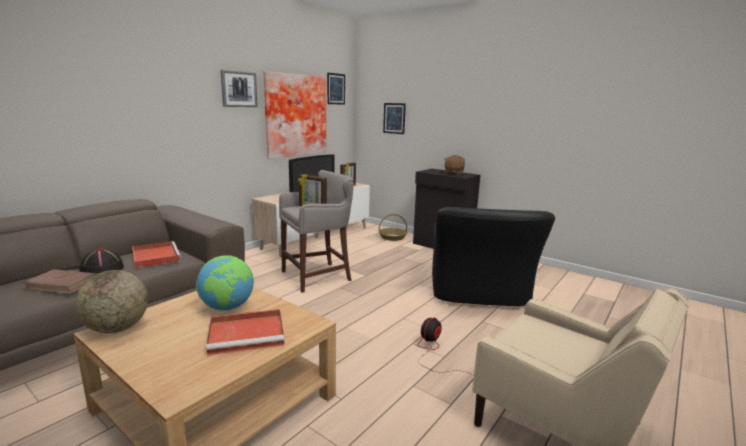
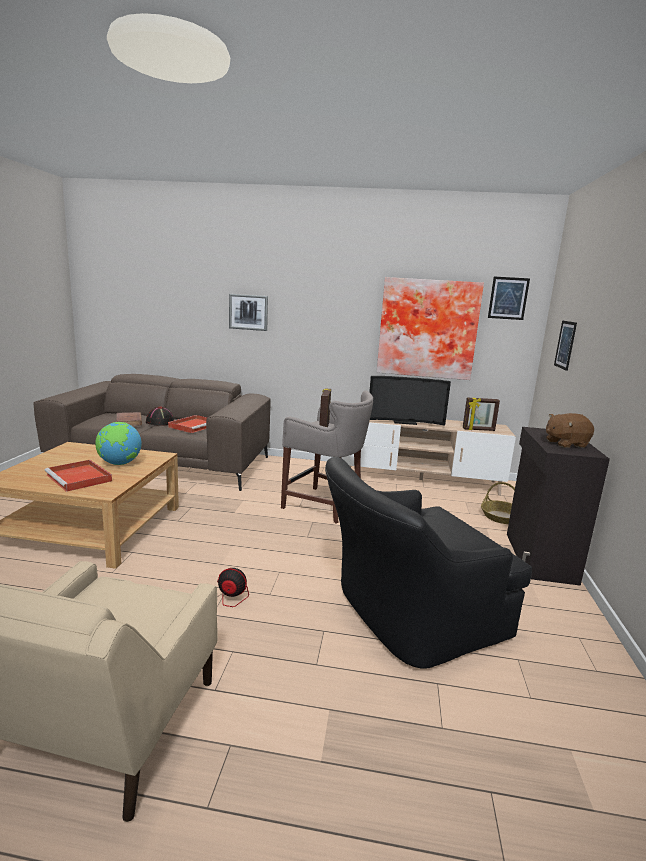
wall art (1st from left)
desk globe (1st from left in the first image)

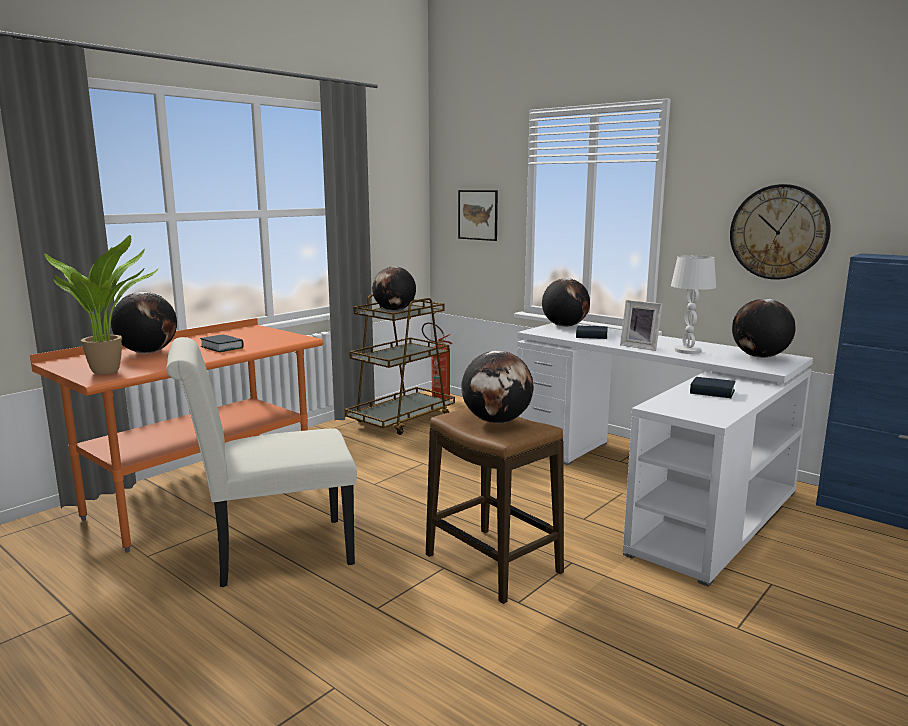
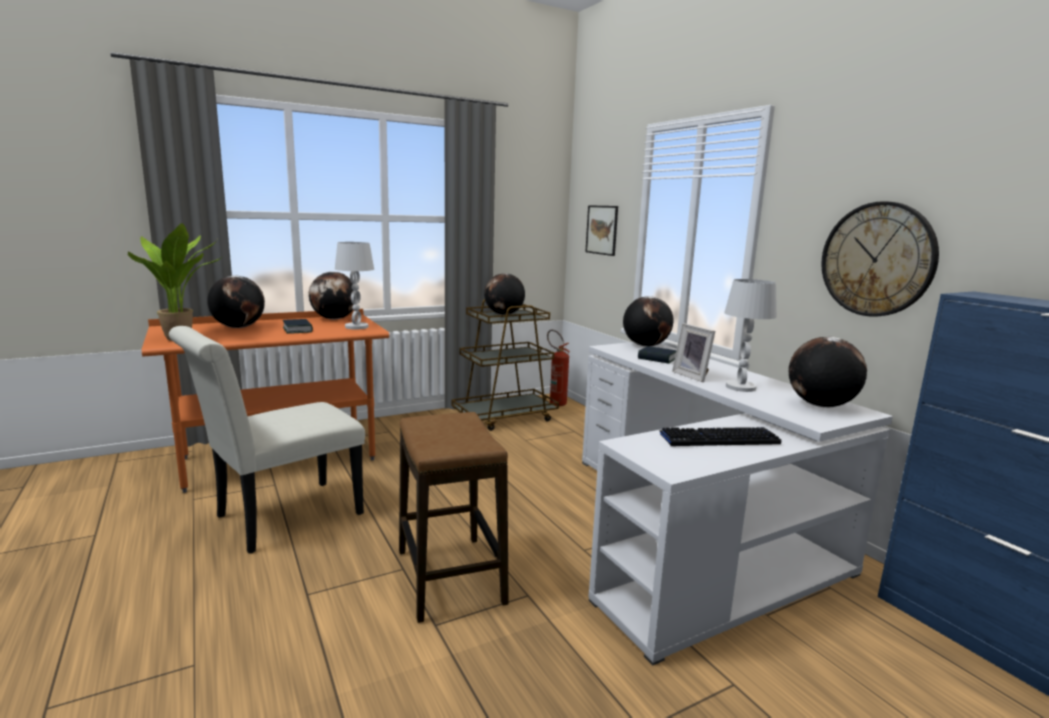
upright chair (white)
desk globe (2nd from left)
tabletop lamp (white) (1st from left)
PC keyboard

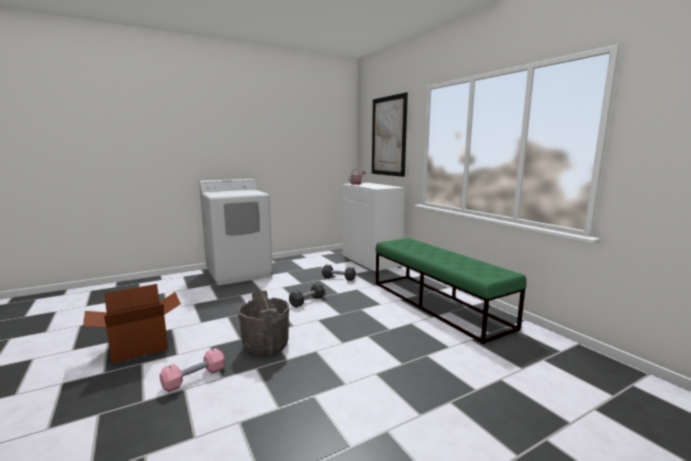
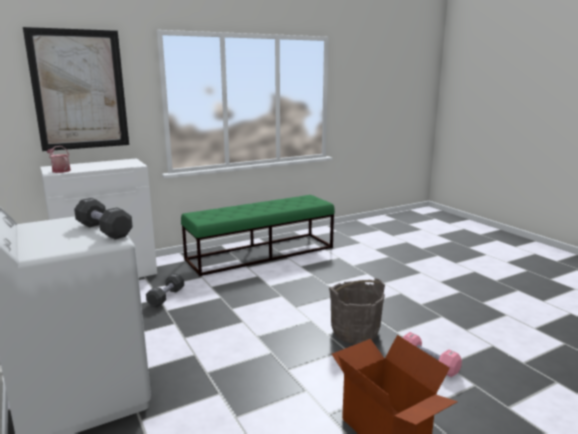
hand weight (blackish) (1st from left)

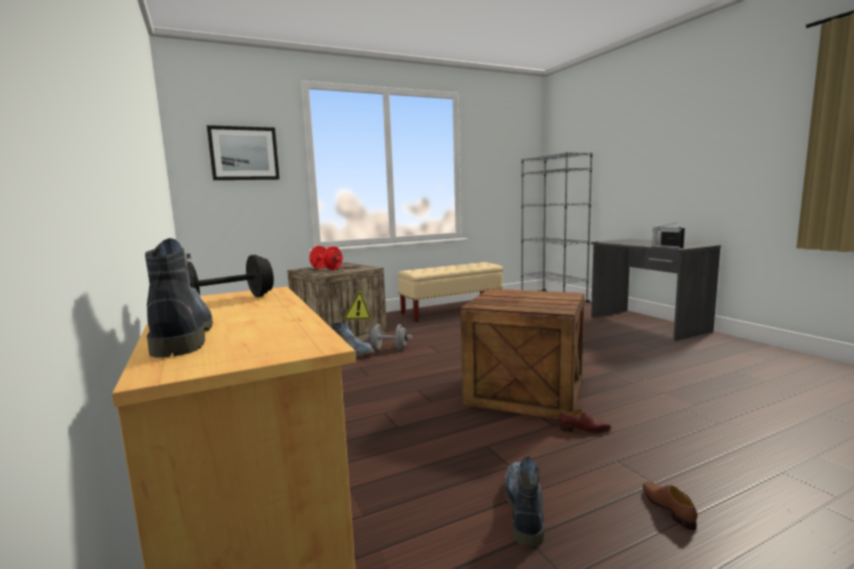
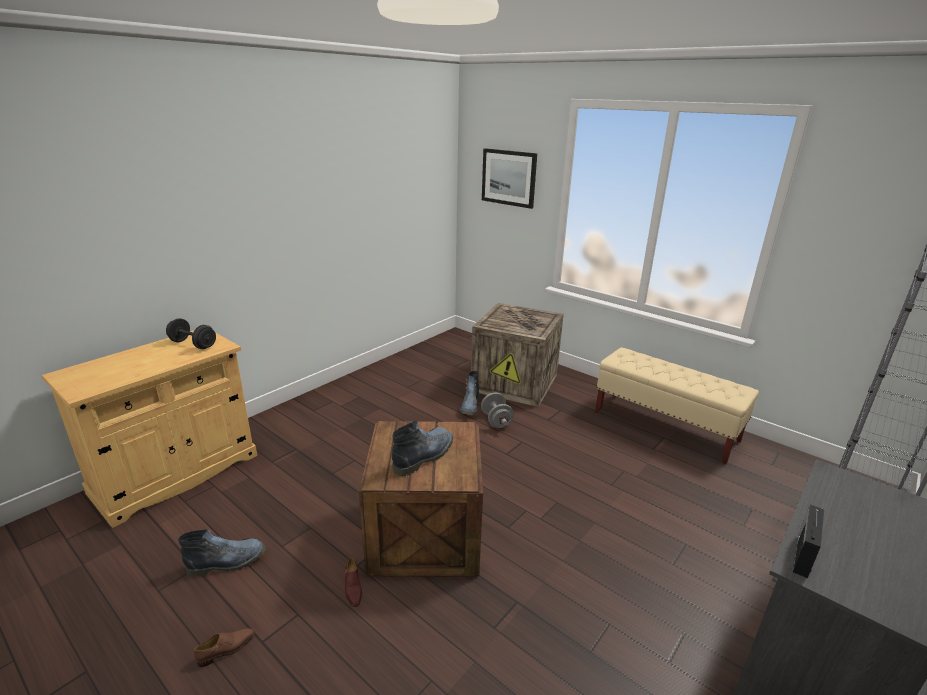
high-top boot (2nd from left)
hand weight (red)

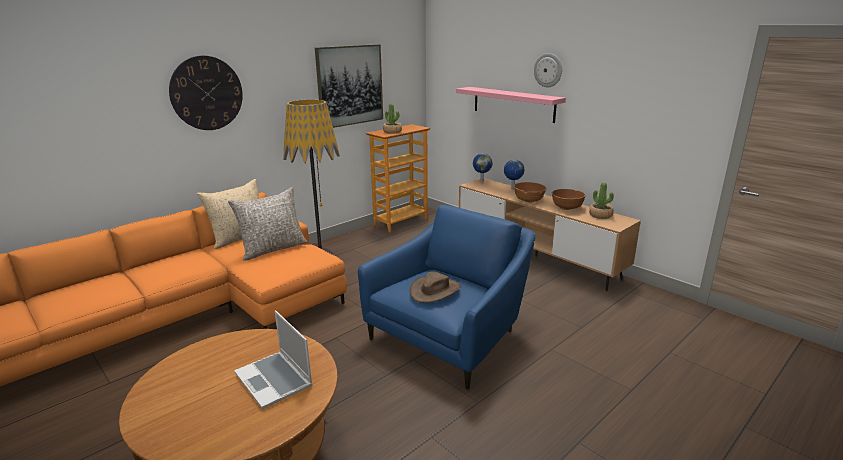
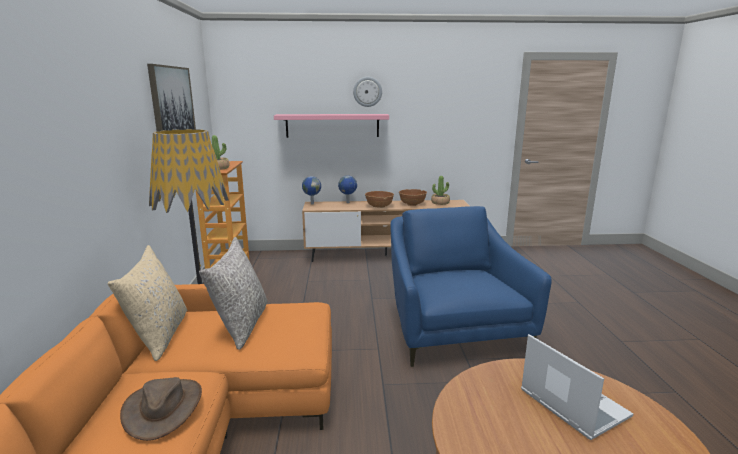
hat (brownish)
laptop
hanging clock (1st from left in the first image)

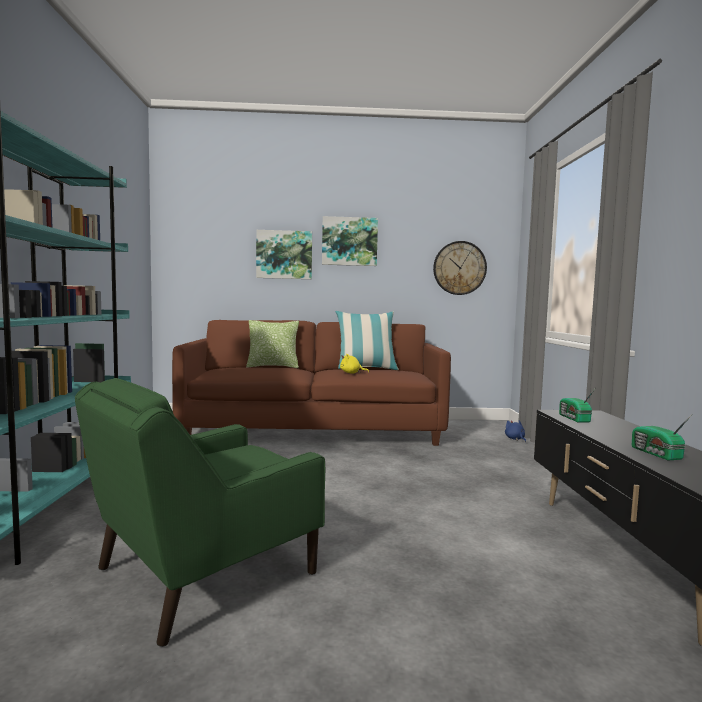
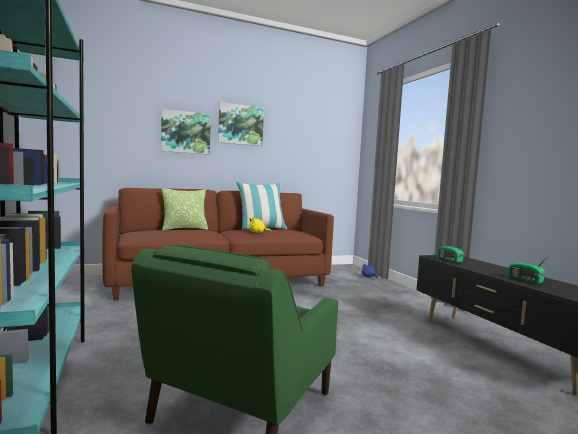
hanging clock

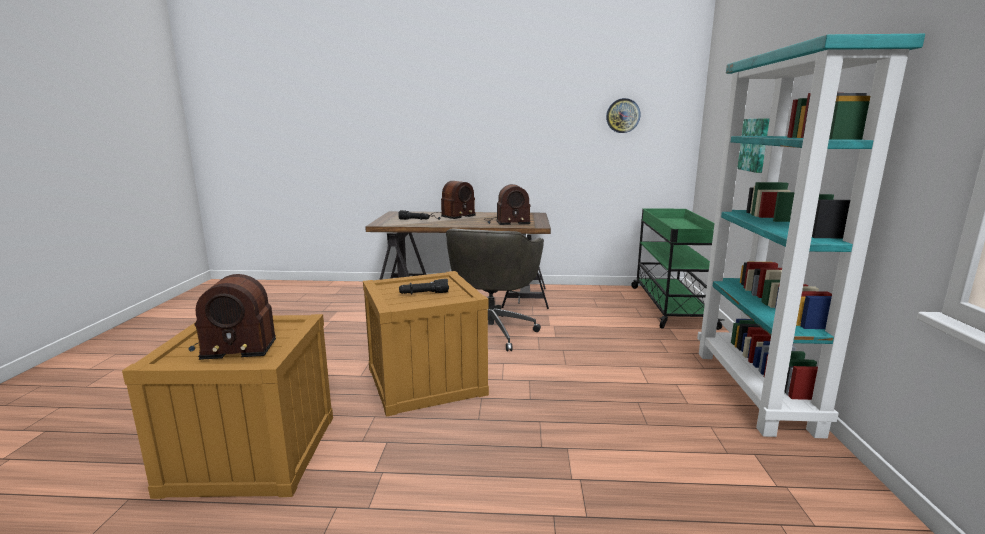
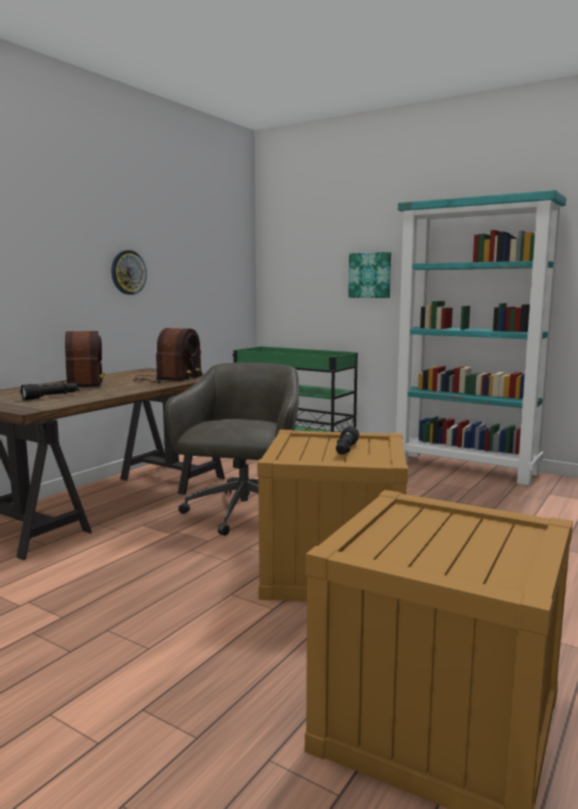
hanging clock
computer chair (grey)
radio receiver (1st from left in the first image)

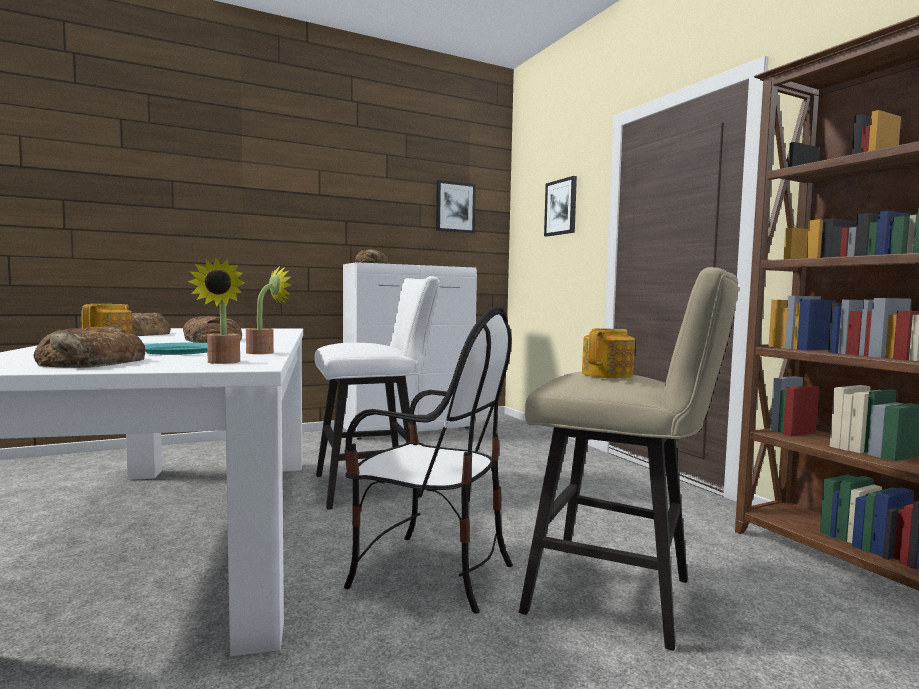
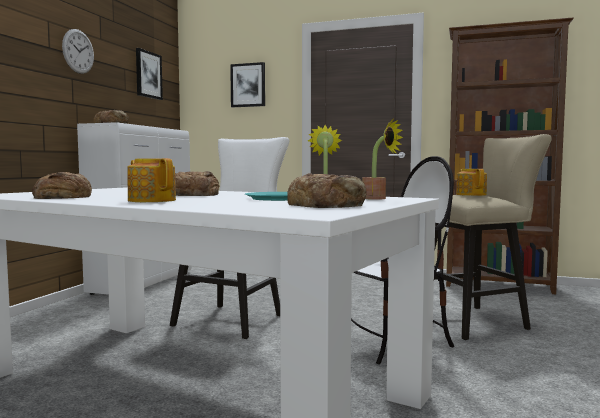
hanging clock

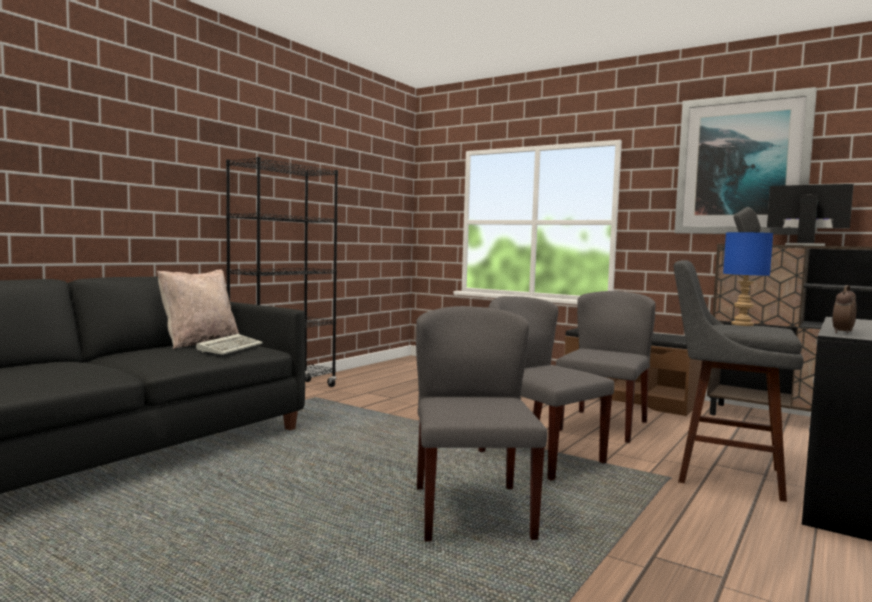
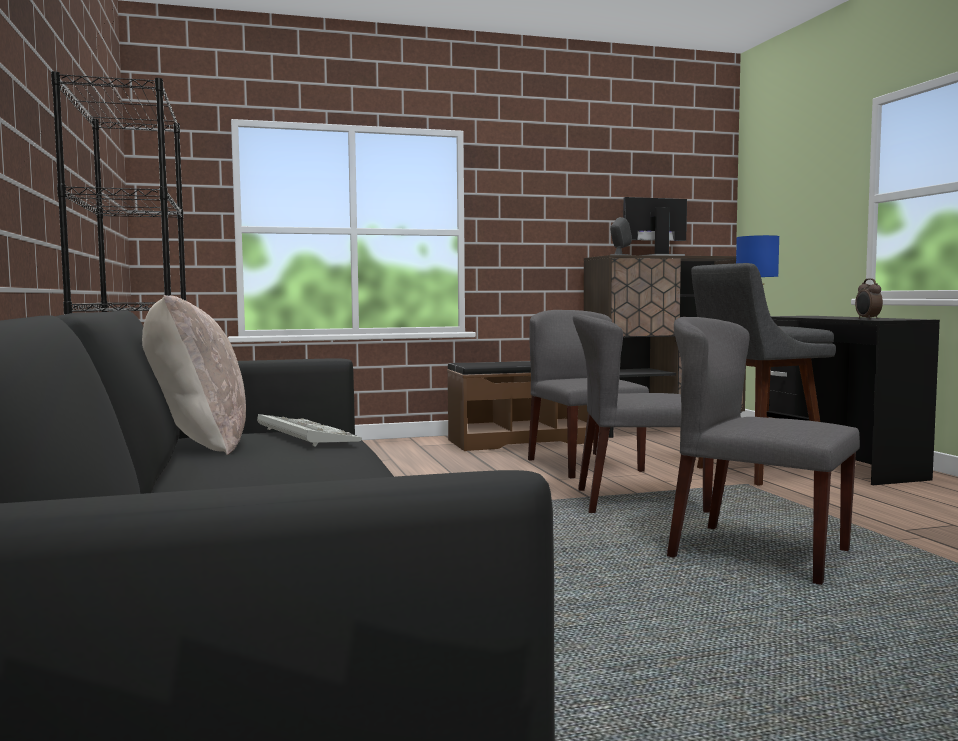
wall art

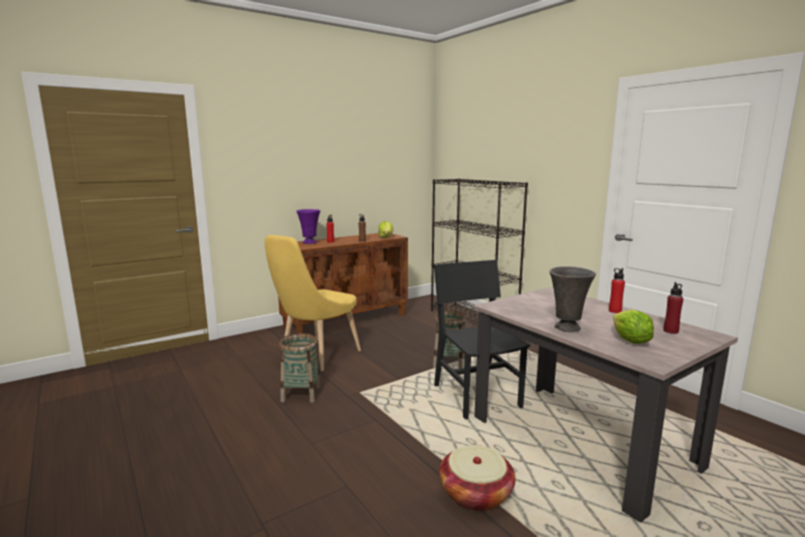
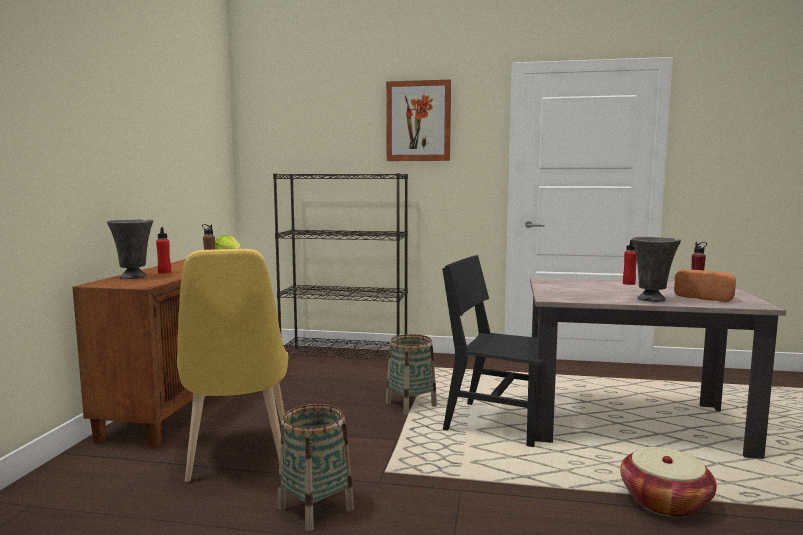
vase (grey) (1st from left)
wall art
baked bread

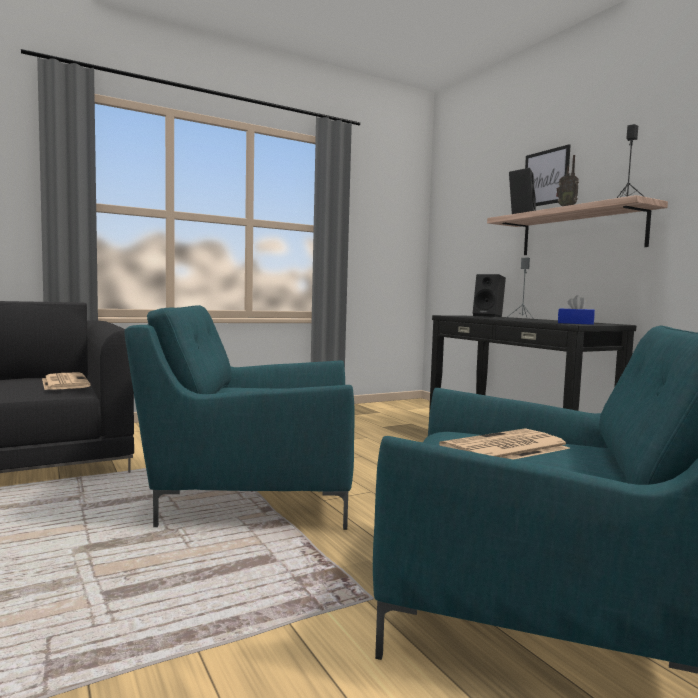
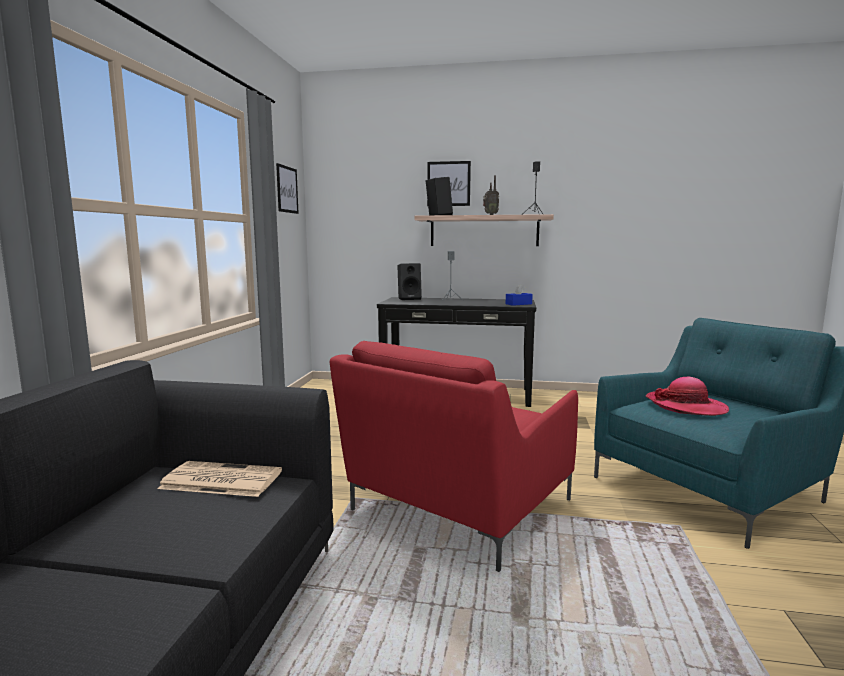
wall art (1st from left)
armchair (red)
hat

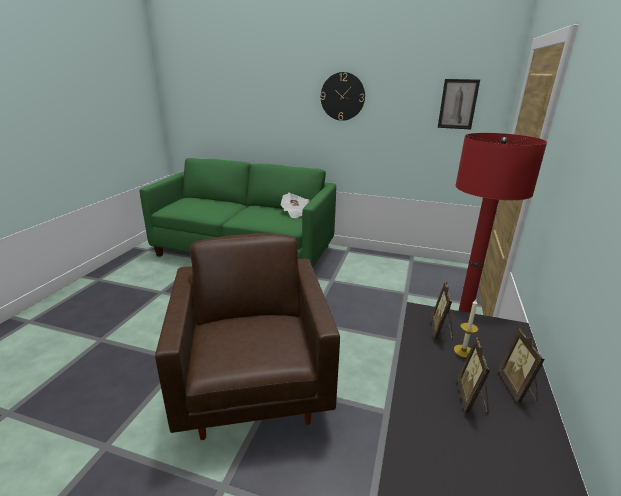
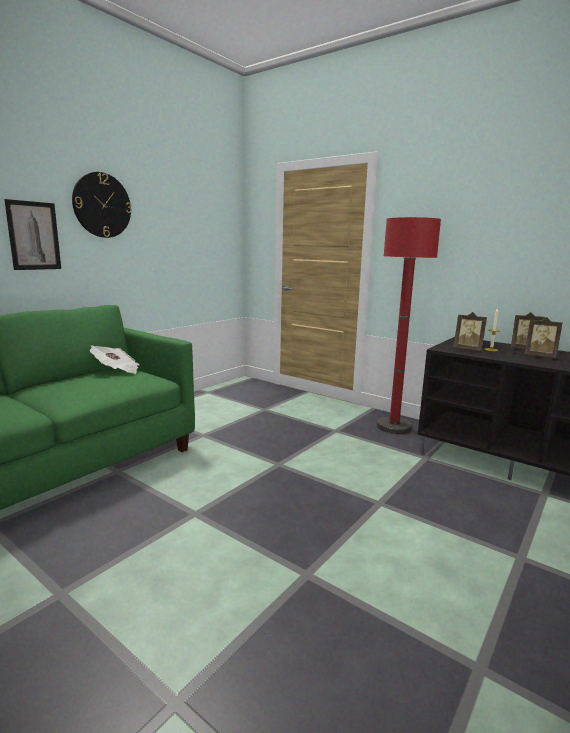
wall art
armchair (brownish)

